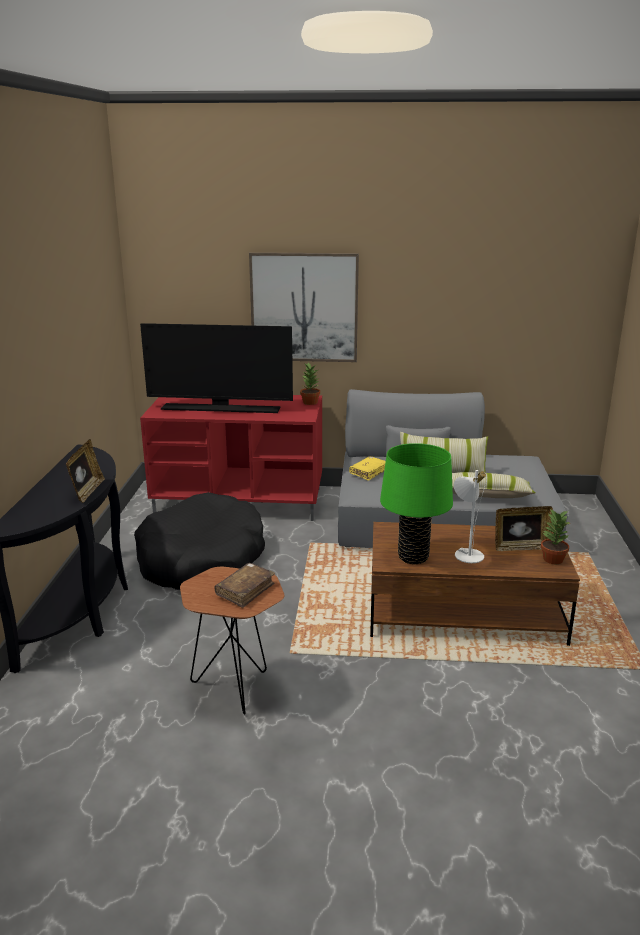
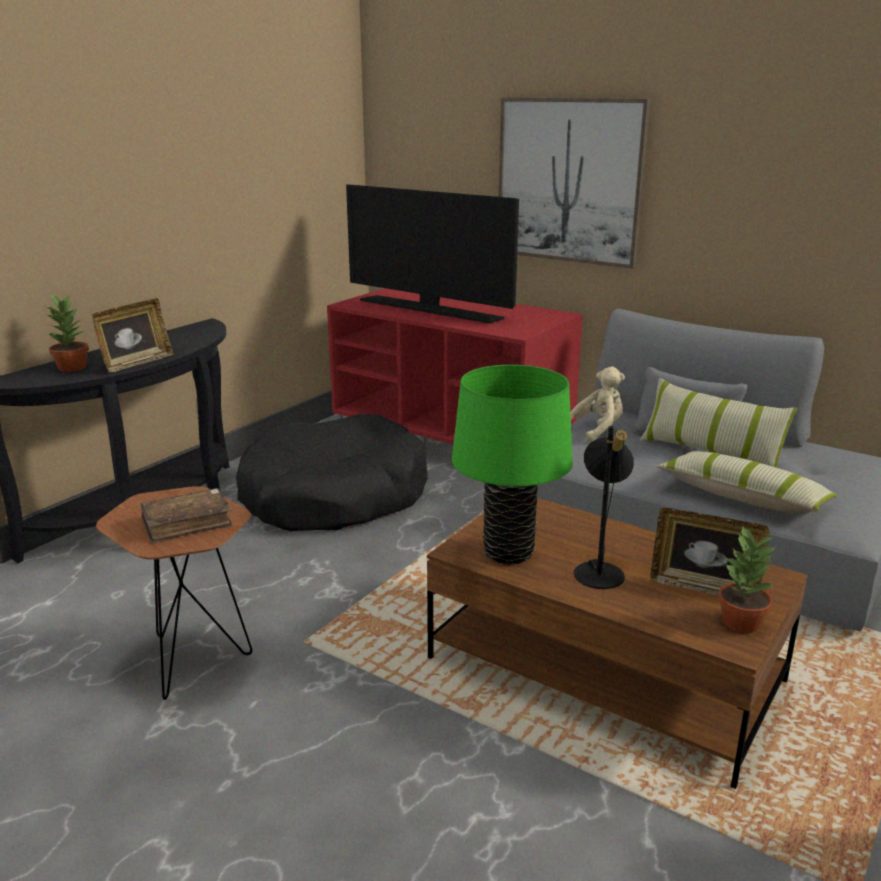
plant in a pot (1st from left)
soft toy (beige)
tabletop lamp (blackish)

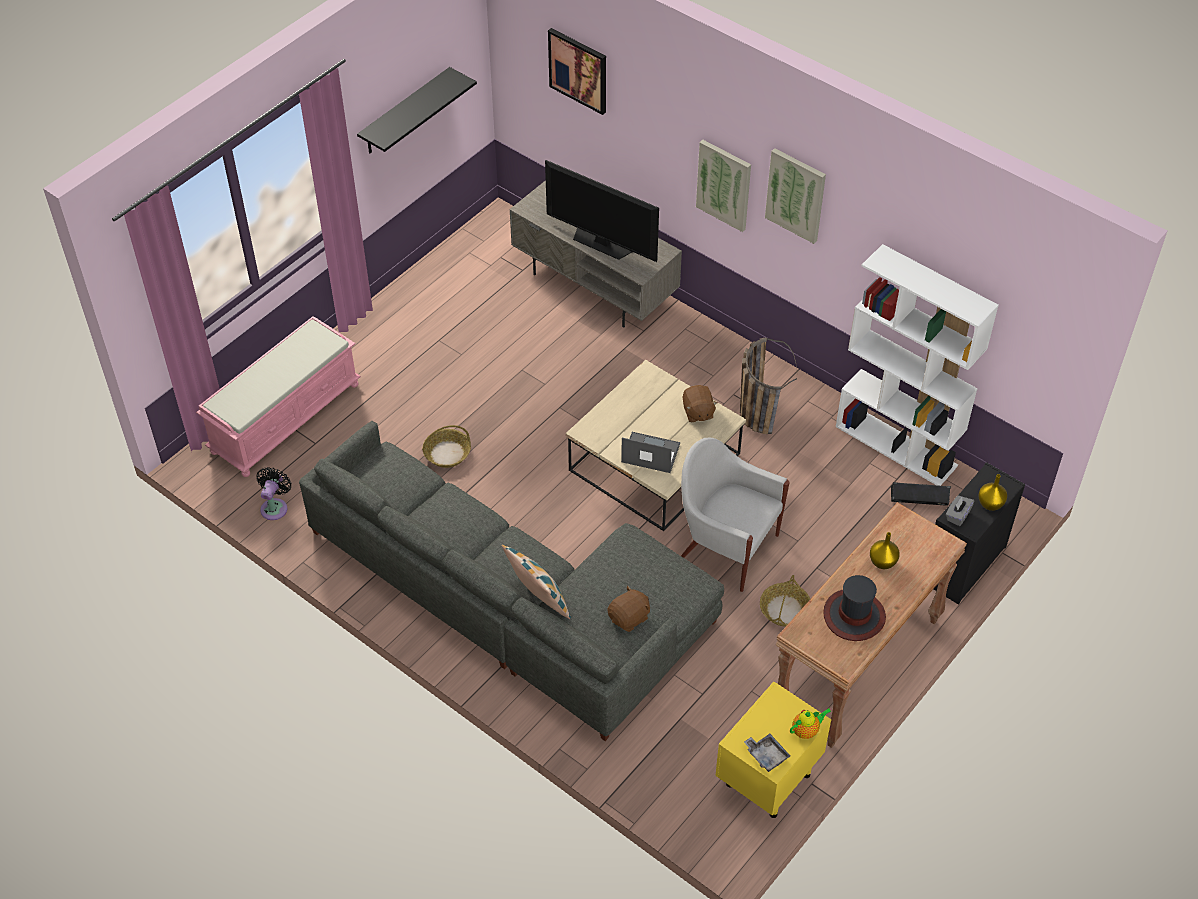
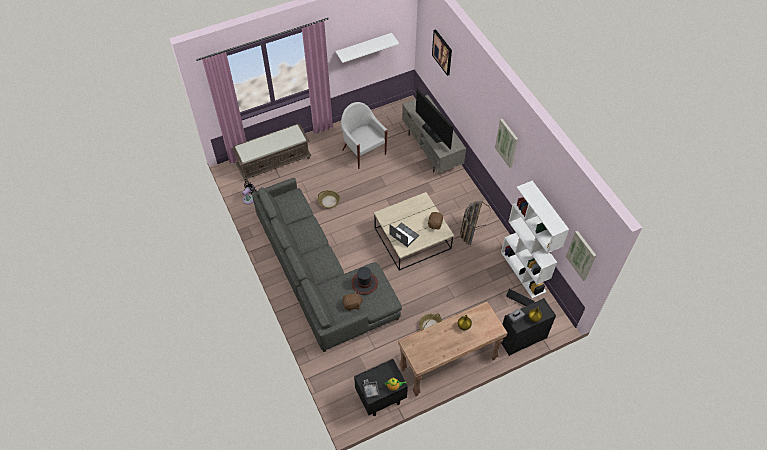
long seat (brownish)
wall shelf (white)
armchair (white)
hat
night table (blackish)
wall art (3rd from left)
cushion

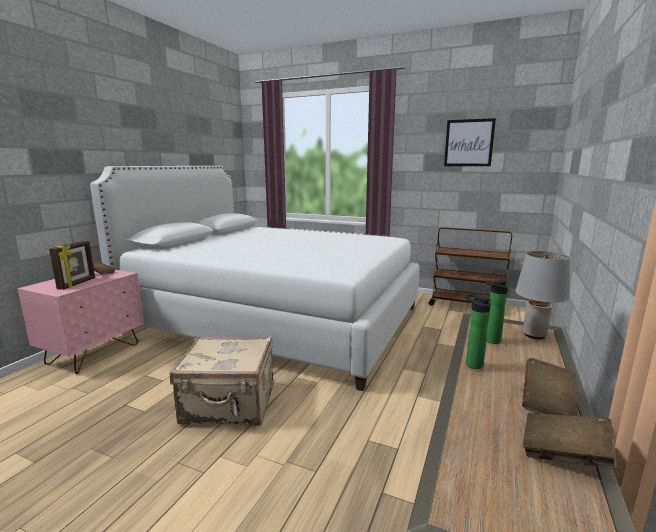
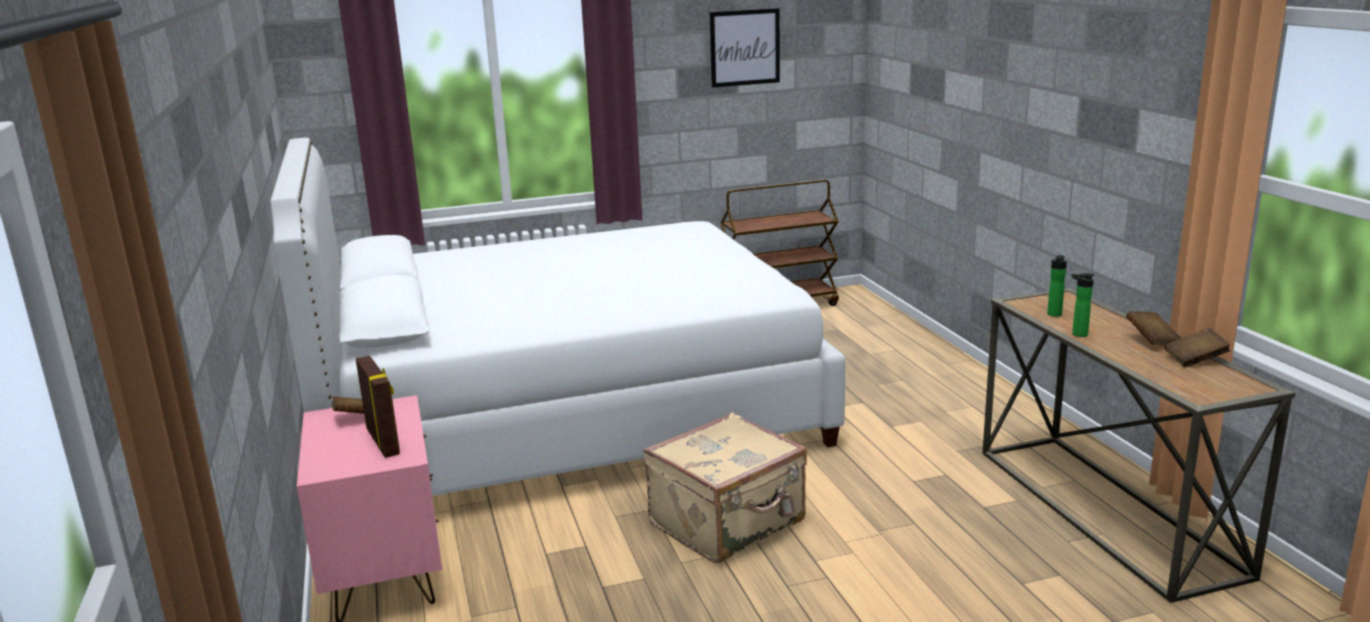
tabletop lamp (grey)

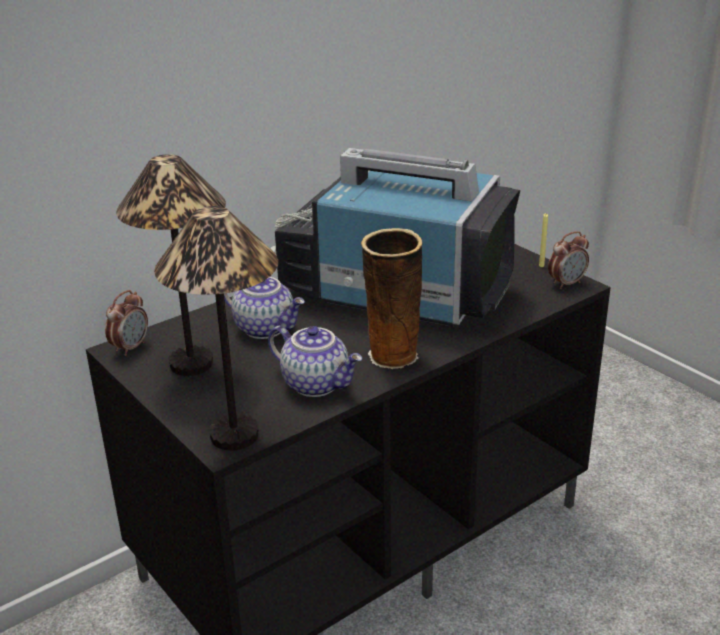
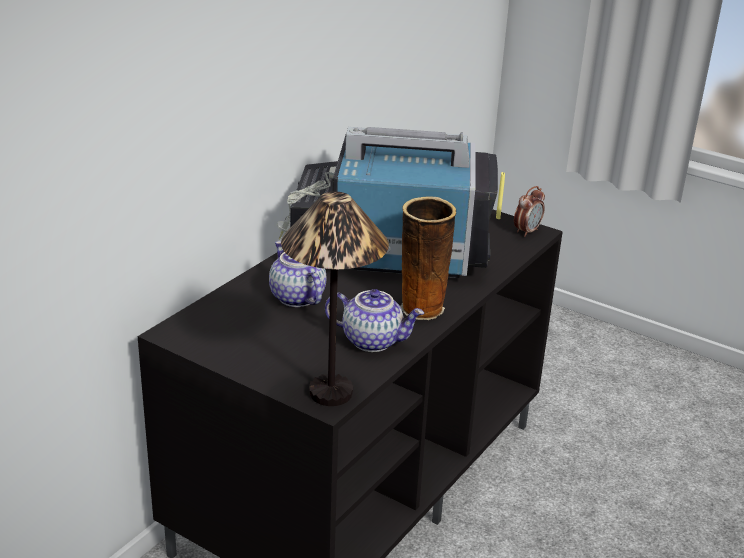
pot for tea (1st from left)
table clock (1st from left in the first image)
tabletop lamp (1st from left in the first image)

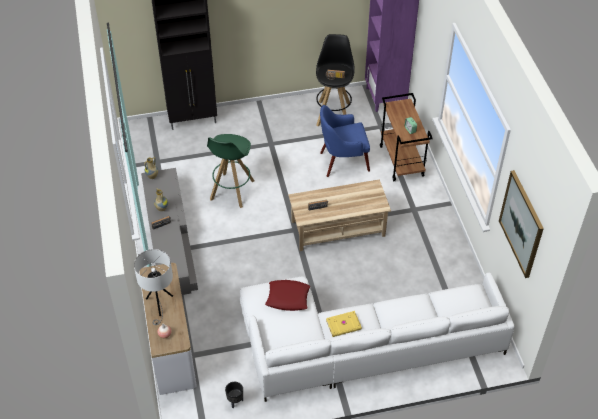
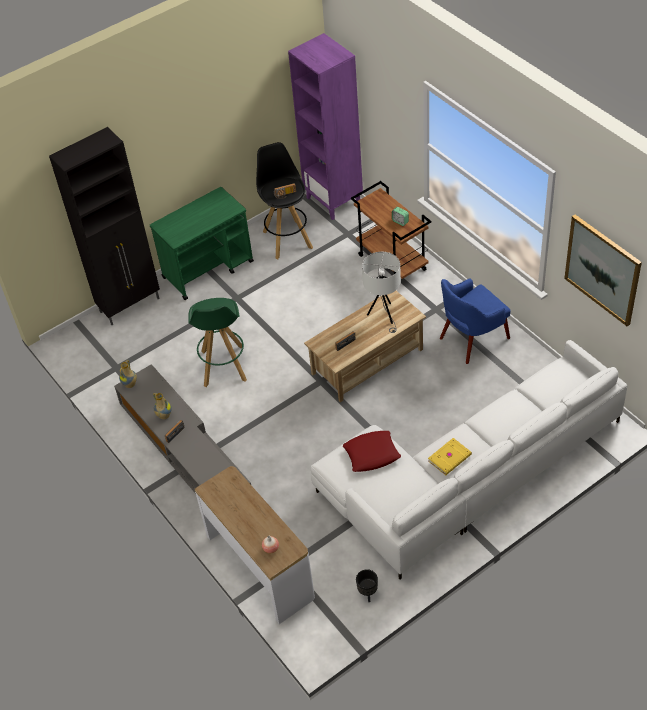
trolley (green)
tabletop lamp (white)
armchair (bluish)

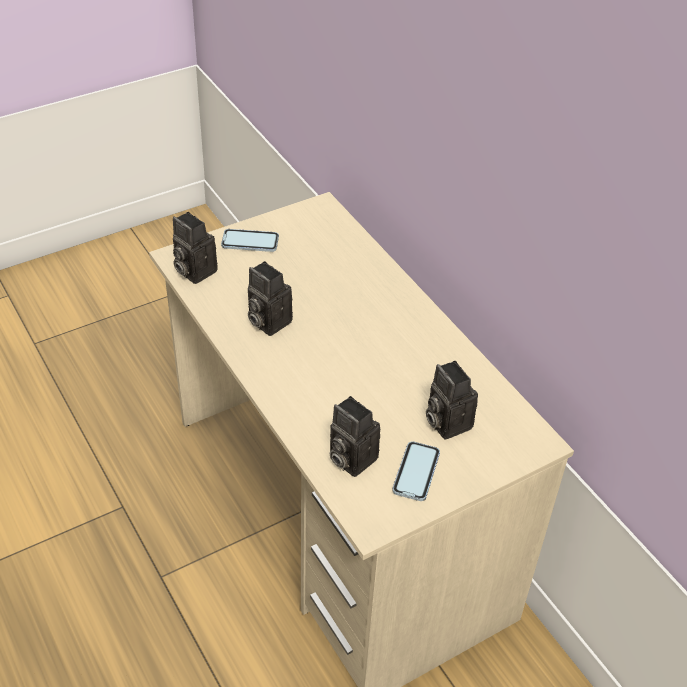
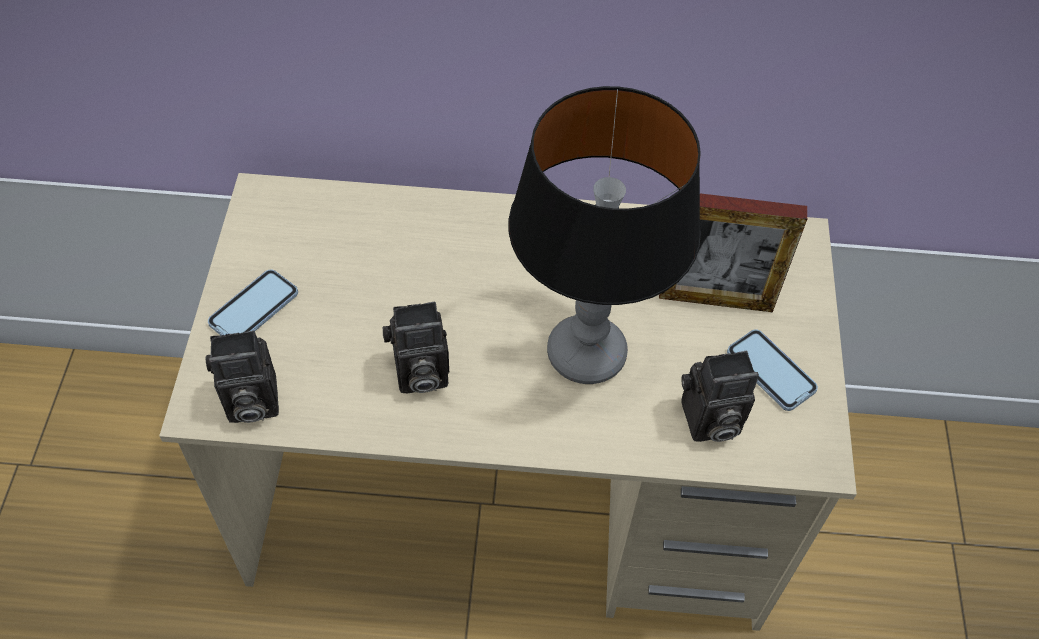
tabletop lamp
standing frame

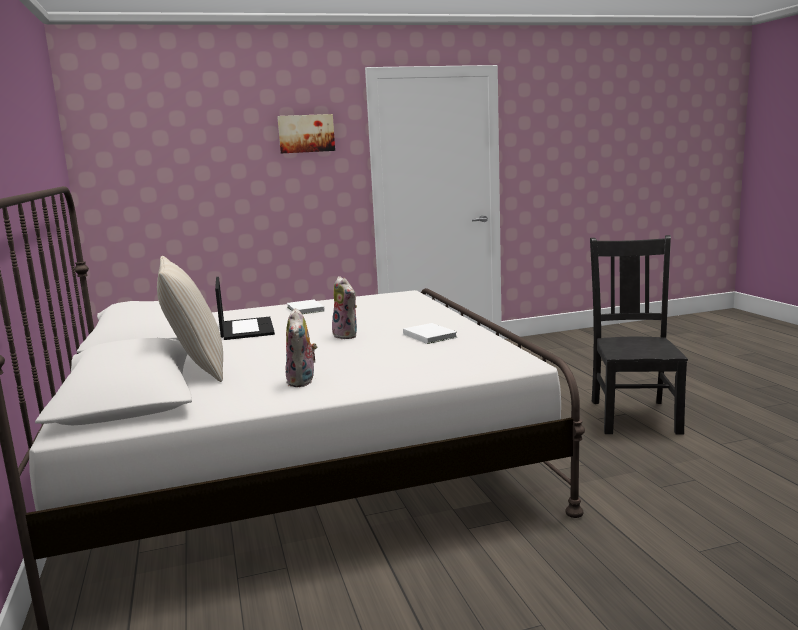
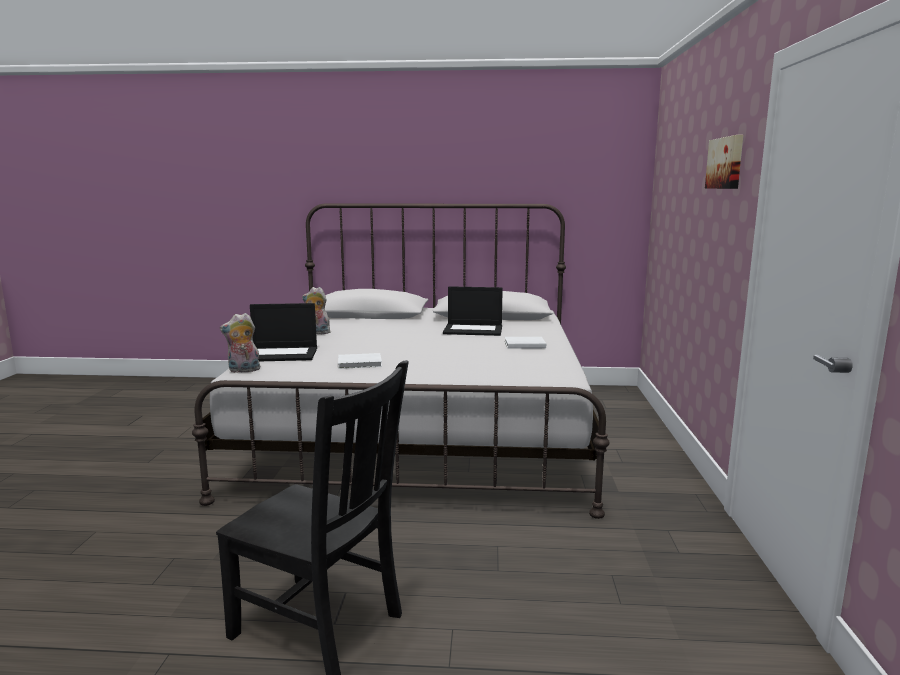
soft toy (1st from left)
laptop (1st from left)
cushion (beige)

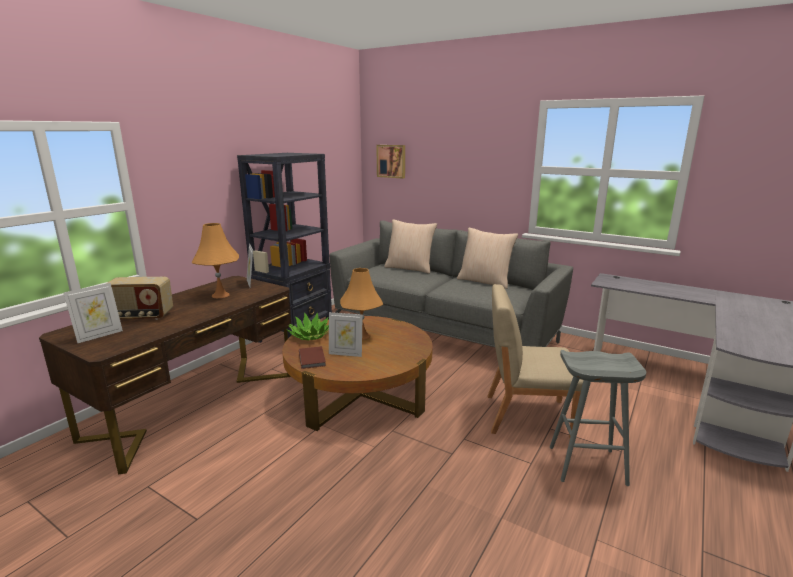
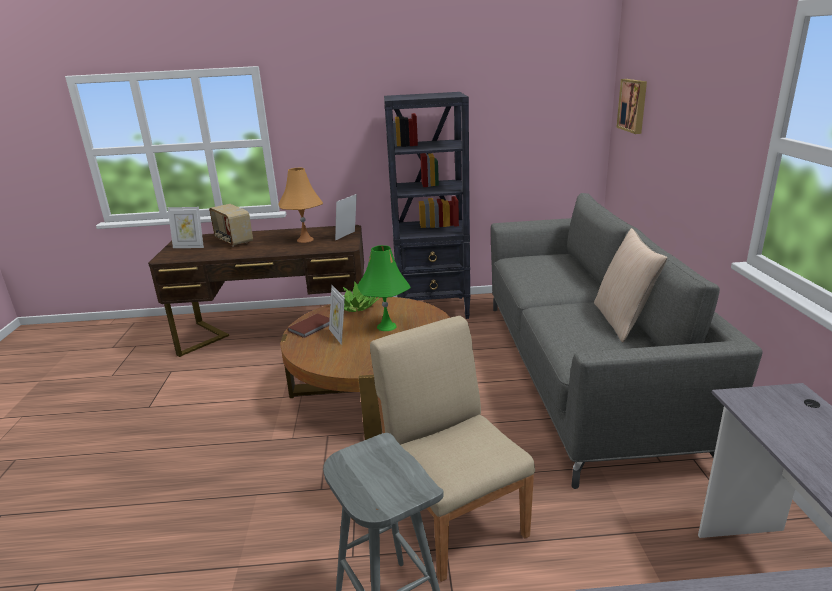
tabletop lamp (green)
cushion (beige) (1st from left in the first image)

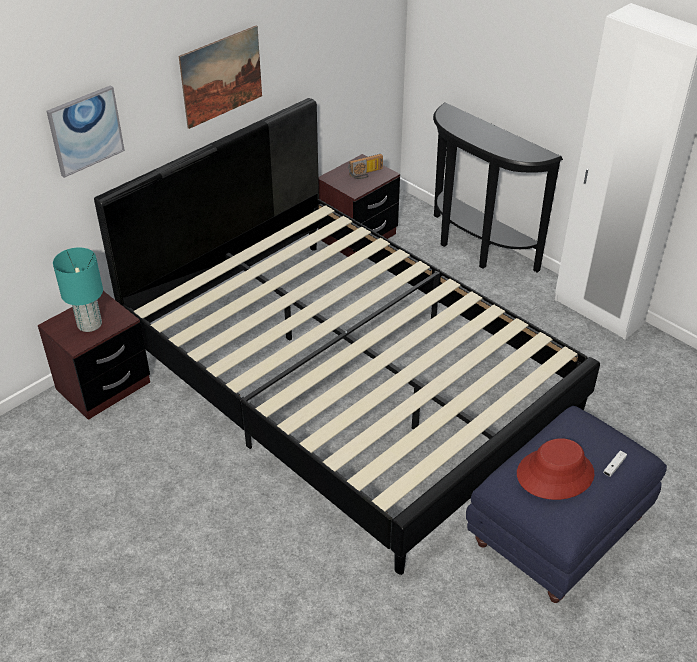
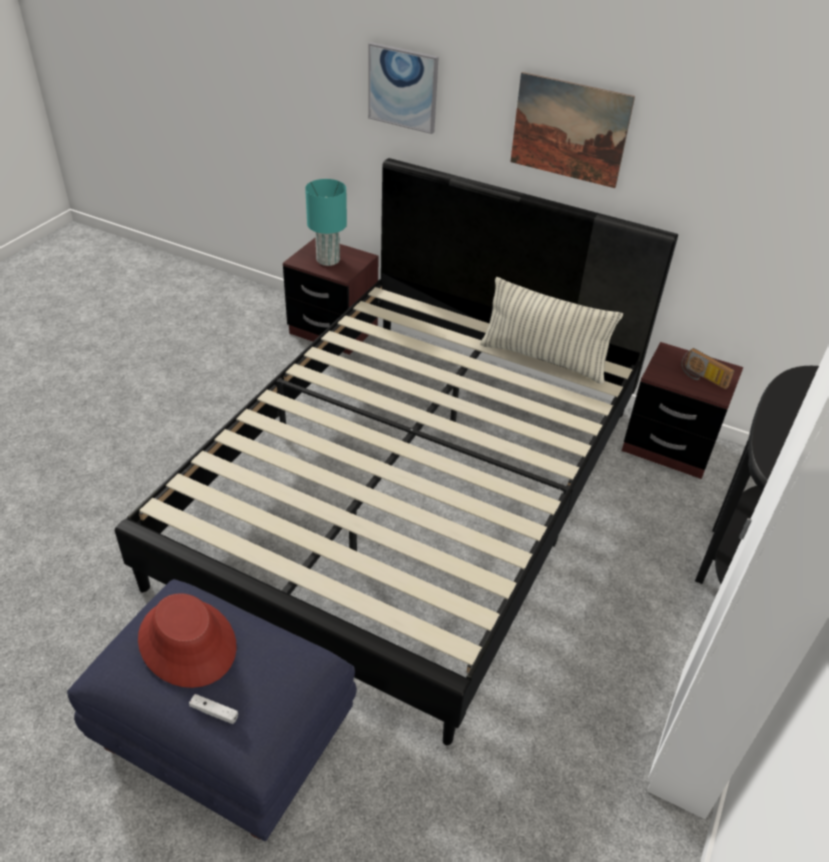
cushion

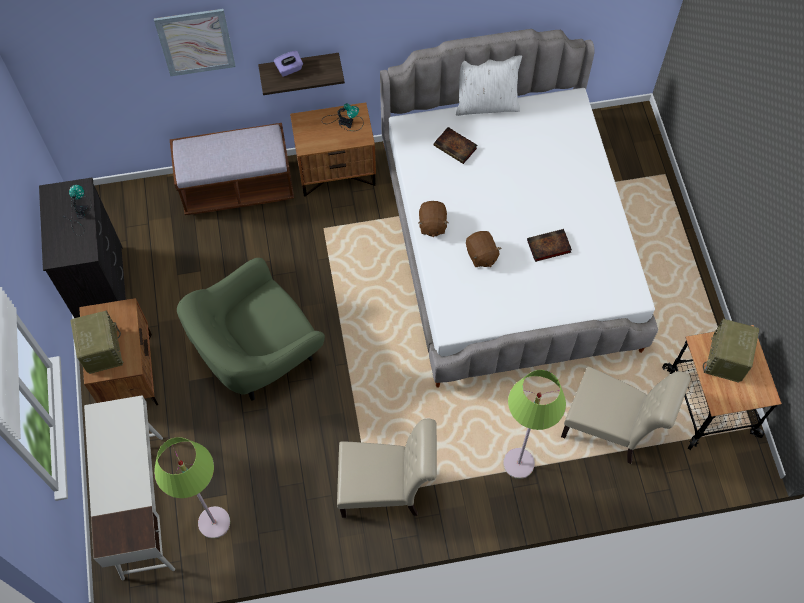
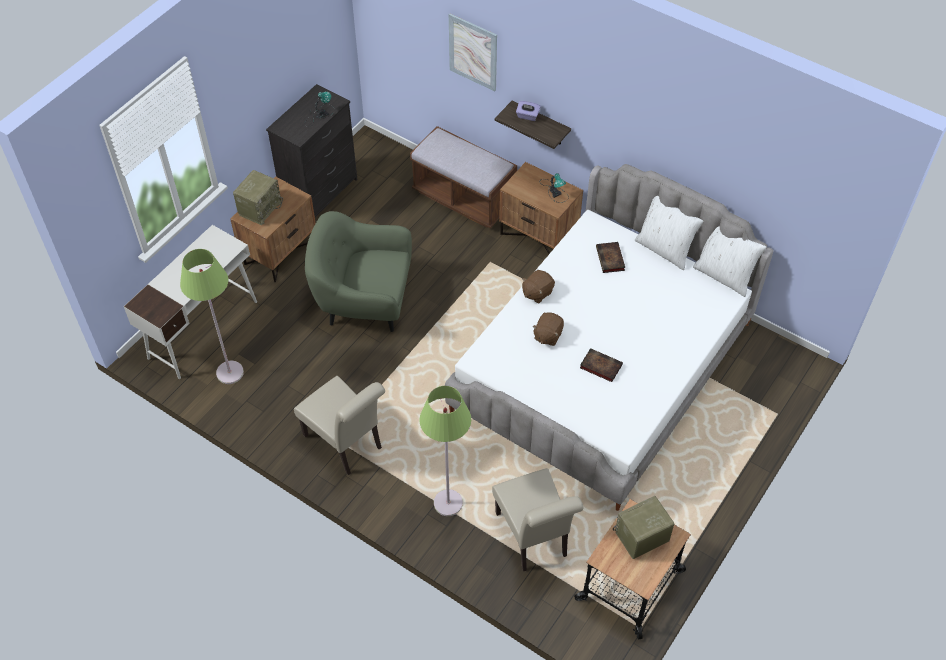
cushion (white) (2nd from left)

